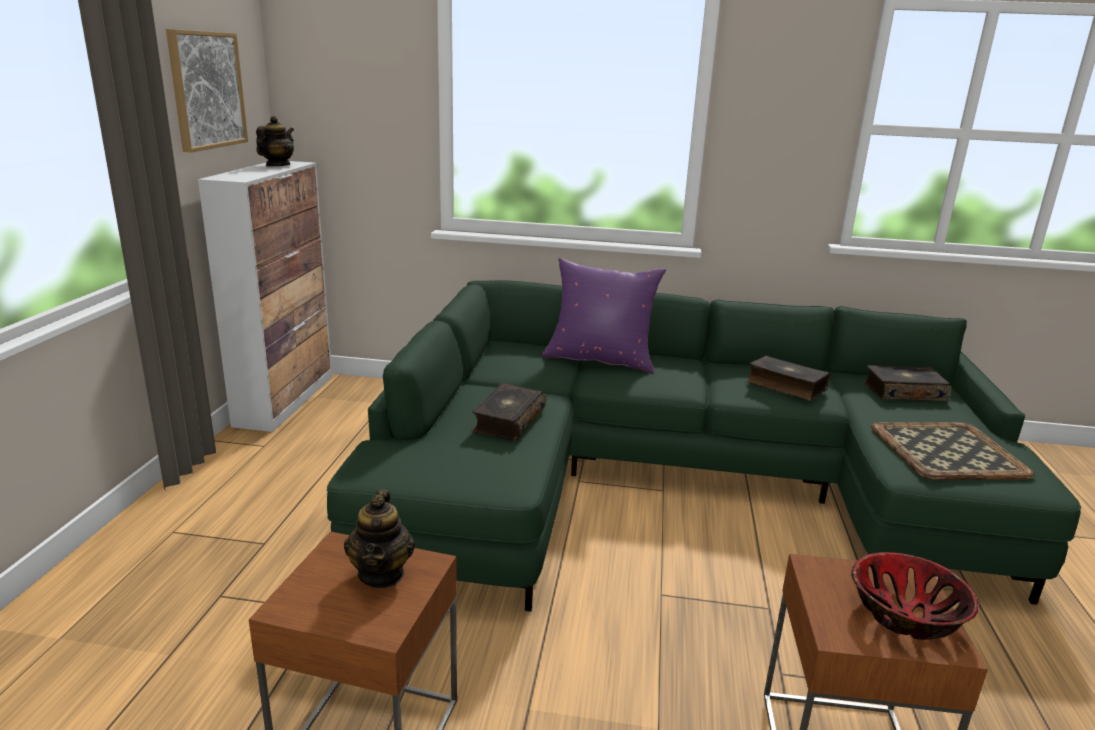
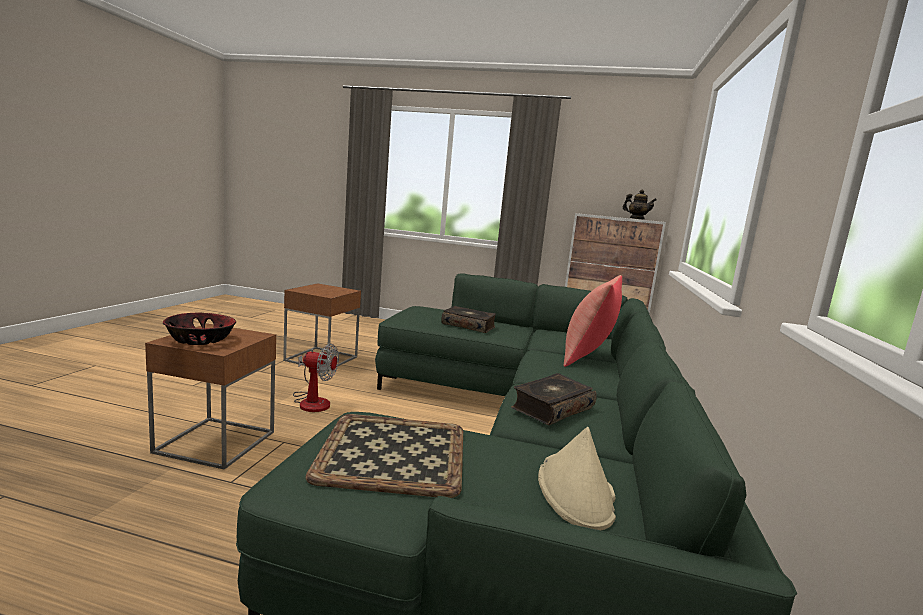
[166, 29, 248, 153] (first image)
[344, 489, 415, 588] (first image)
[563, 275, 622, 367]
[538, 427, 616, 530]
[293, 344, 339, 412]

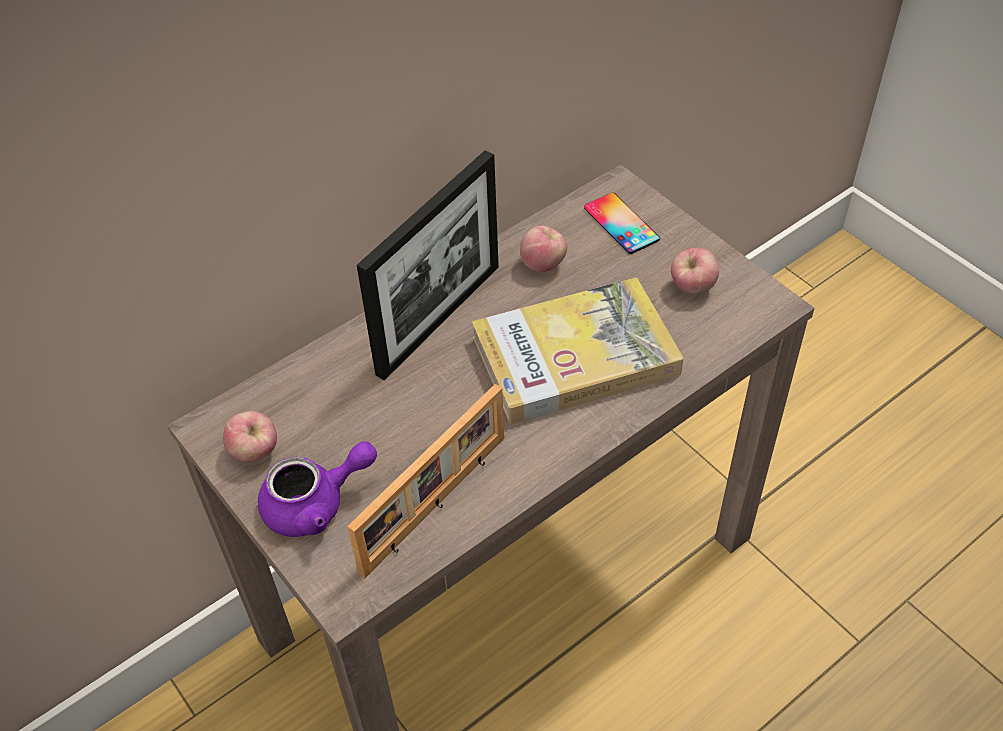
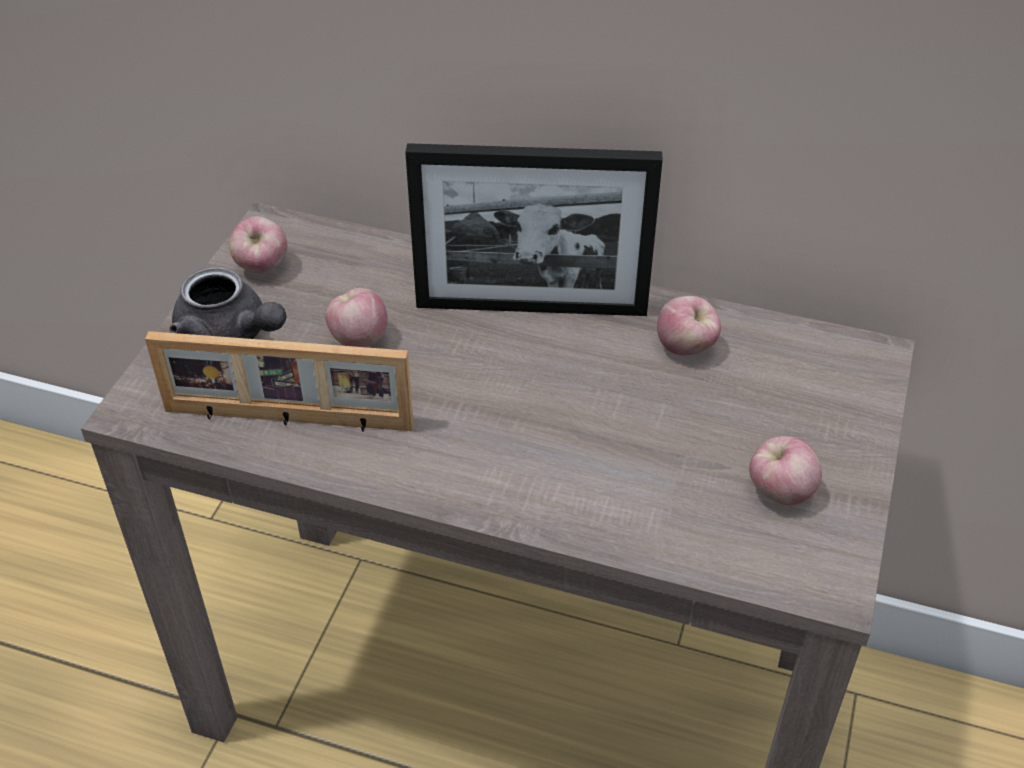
[170, 267, 286, 339]
[472, 277, 684, 424] (first image)
[584, 192, 660, 254] (first image)
[325, 288, 387, 347]

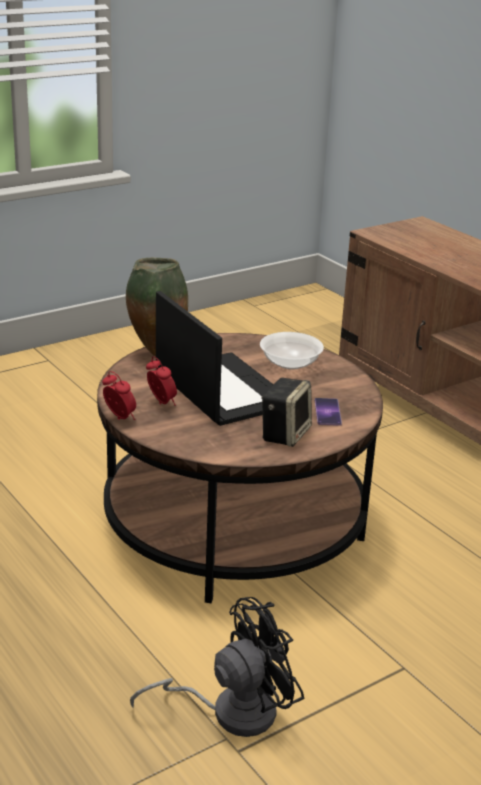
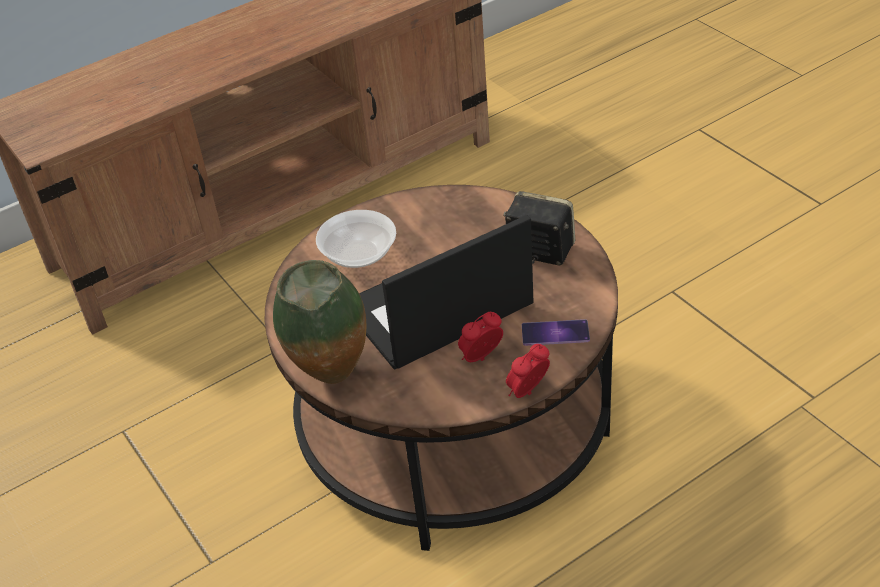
[130, 597, 304, 737] (first image)
[522, 319, 590, 346]

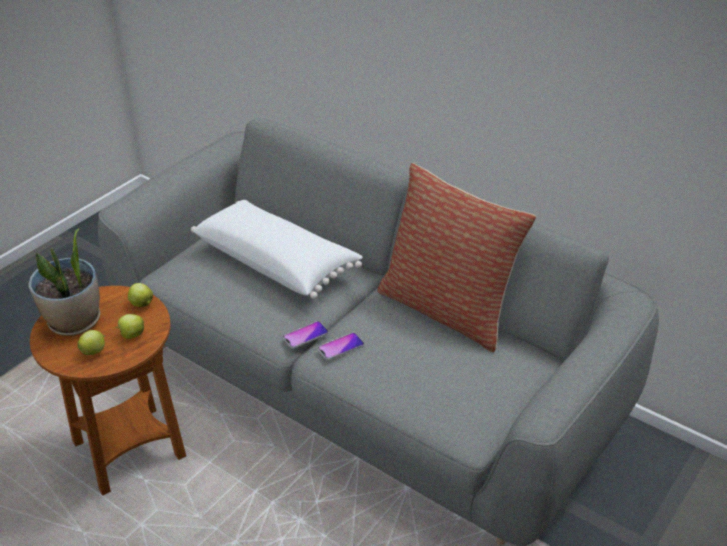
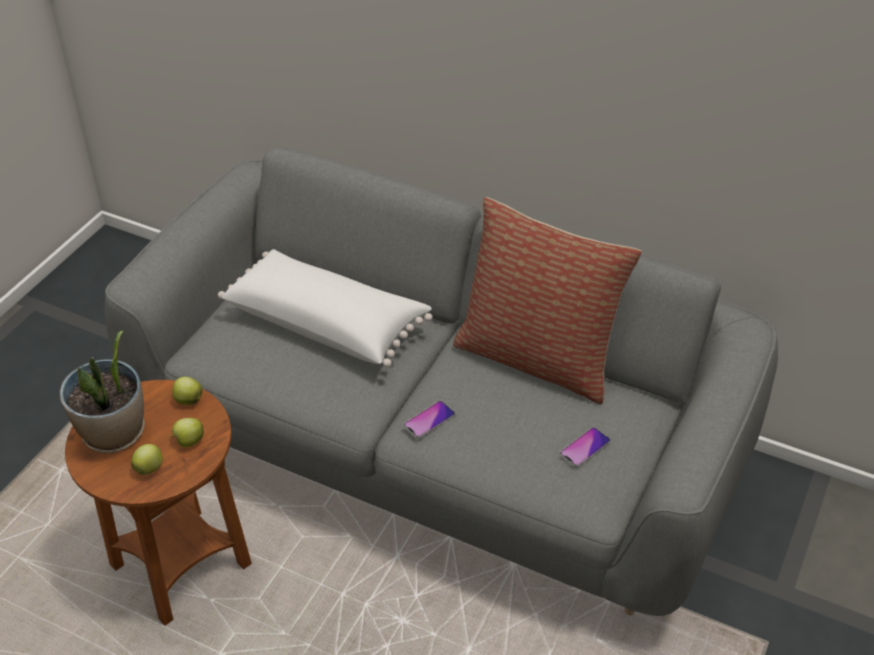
[560, 427, 611, 468]

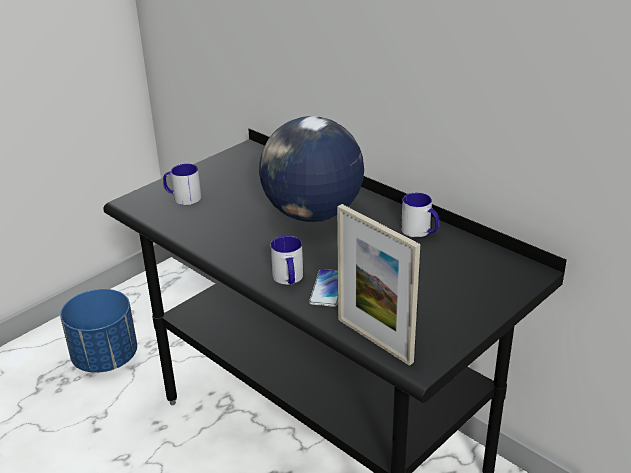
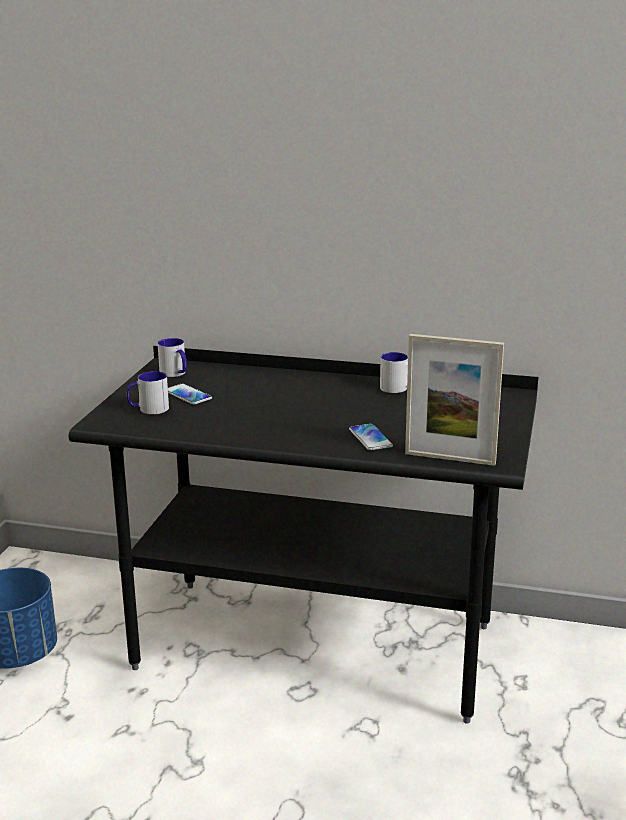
[259, 116, 364, 222] (first image)
[158, 338, 187, 377]
[168, 384, 212, 405]

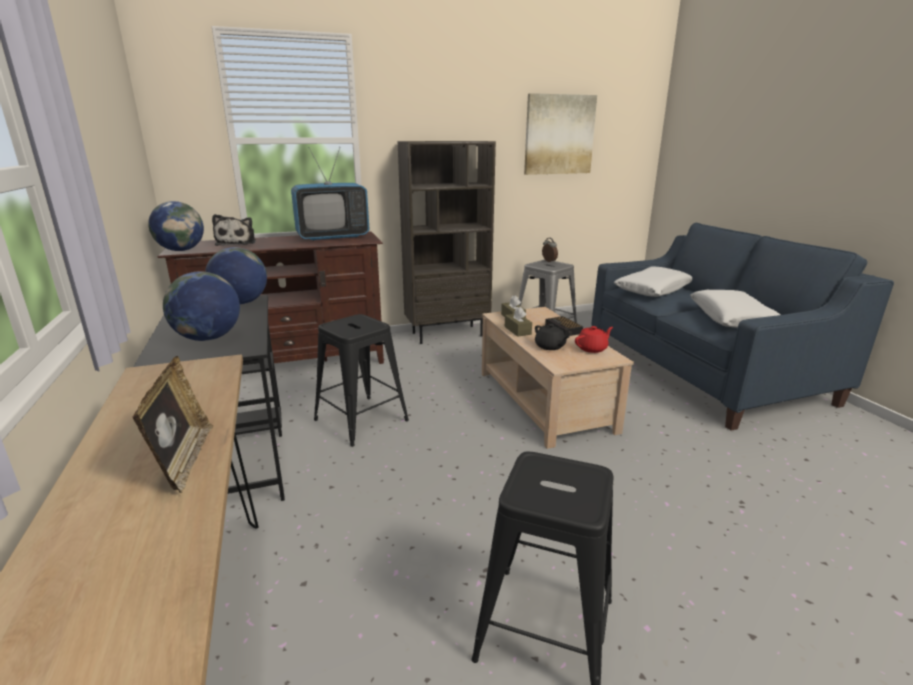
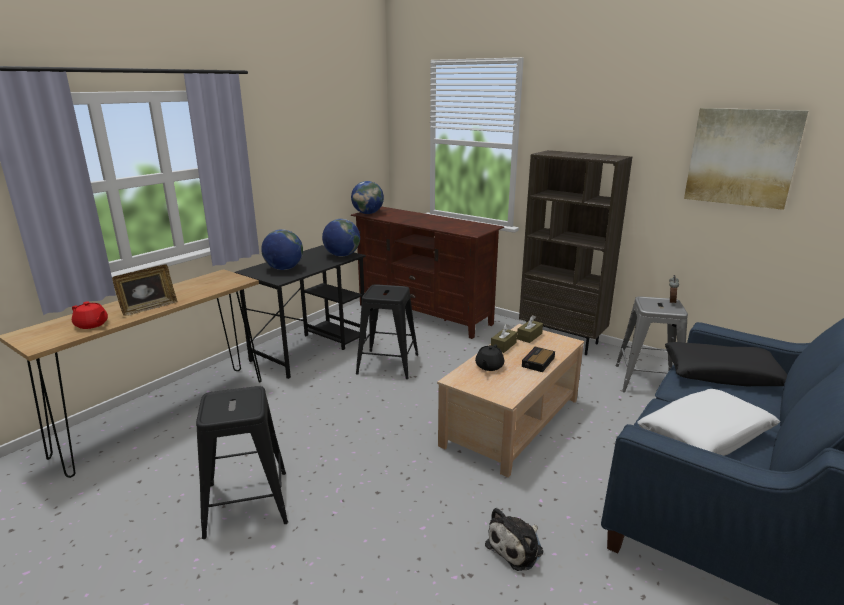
[485, 508, 543, 571]
[291, 147, 370, 241] (first image)
[72, 301, 108, 329]
[665, 342, 787, 386]

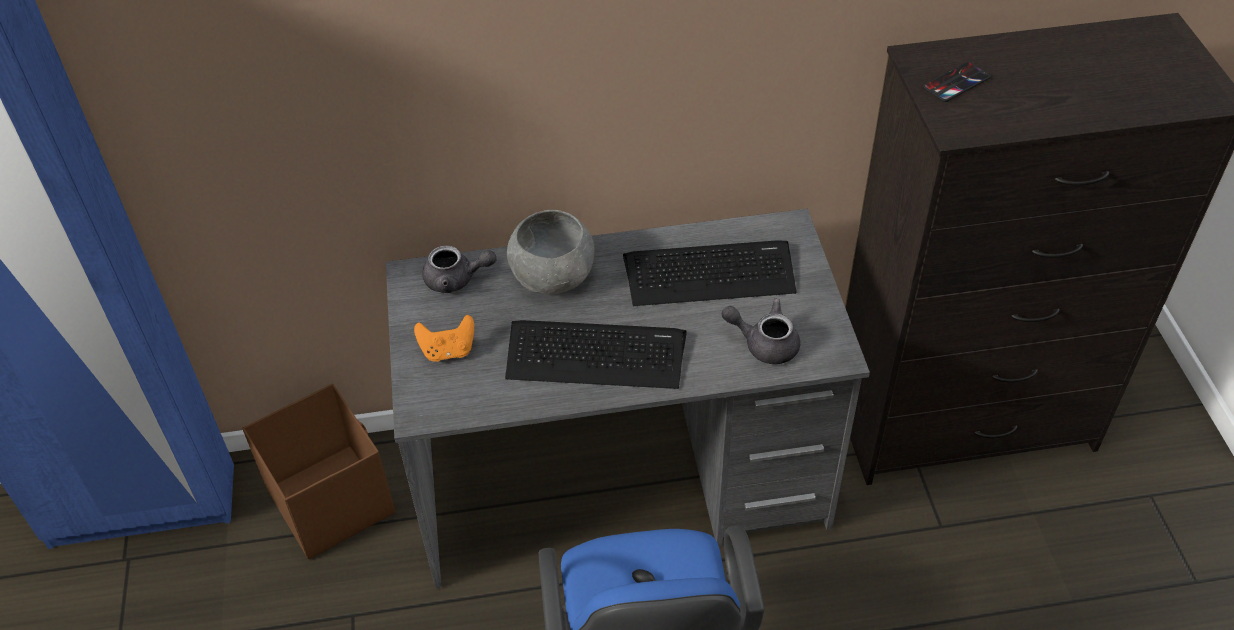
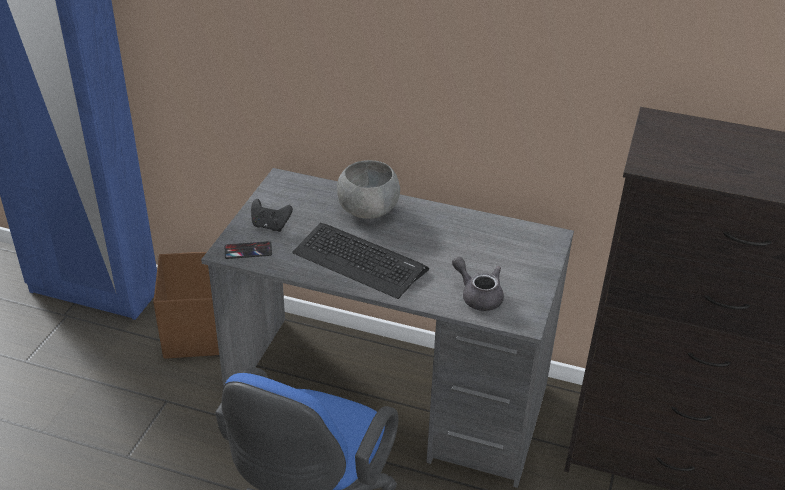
[251, 199, 293, 232]
[422, 245, 496, 293] (first image)
[623, 240, 797, 306] (first image)
[225, 241, 272, 259]

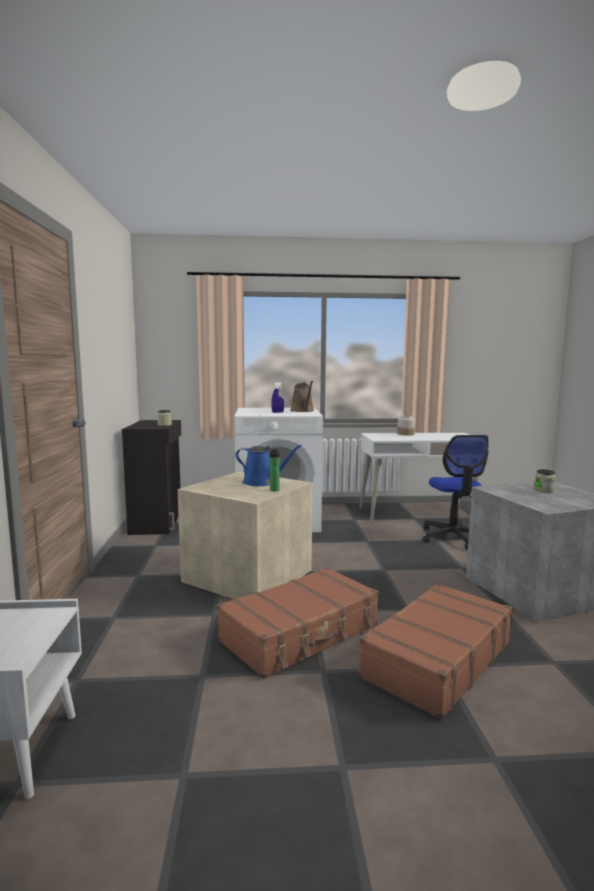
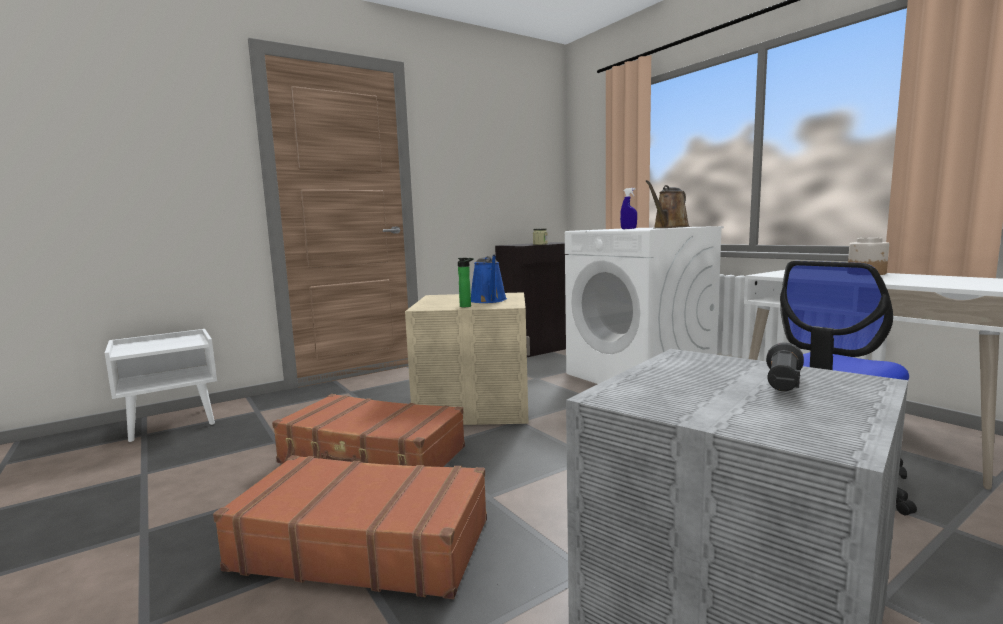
[766, 342, 804, 391]

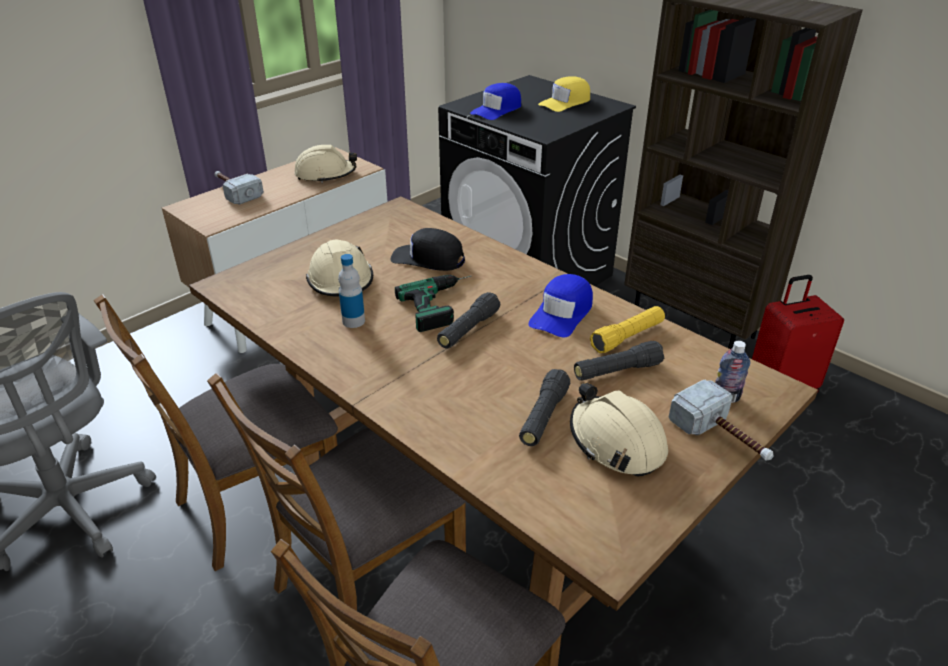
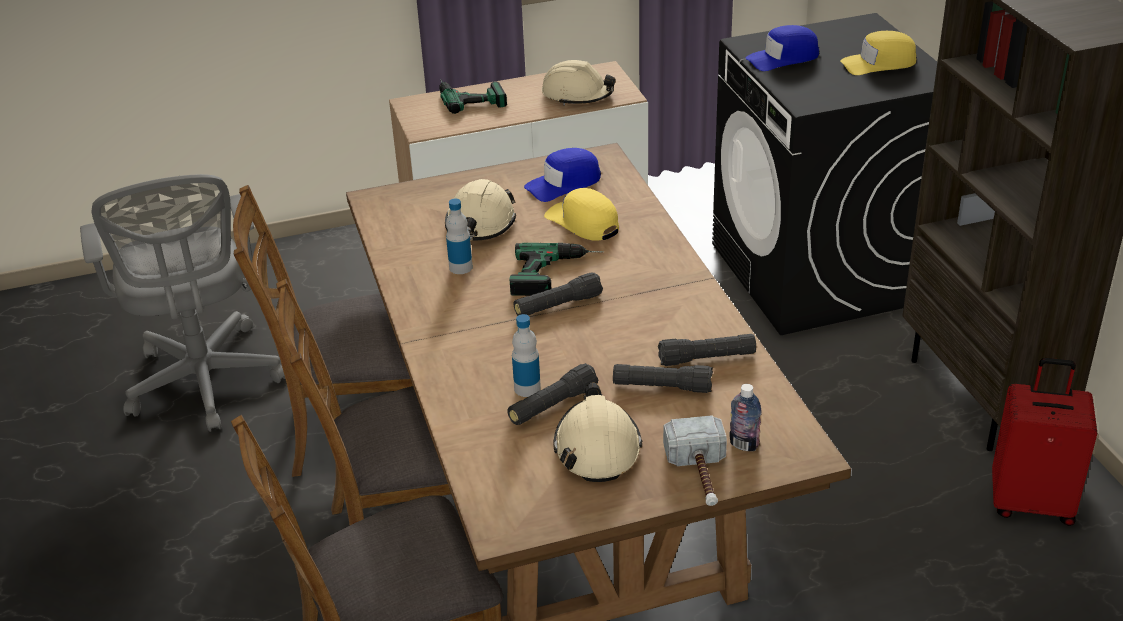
[439, 79, 507, 114]
[544, 188, 619, 241]
[524, 148, 601, 202]
[658, 334, 756, 366]
[512, 314, 541, 397]

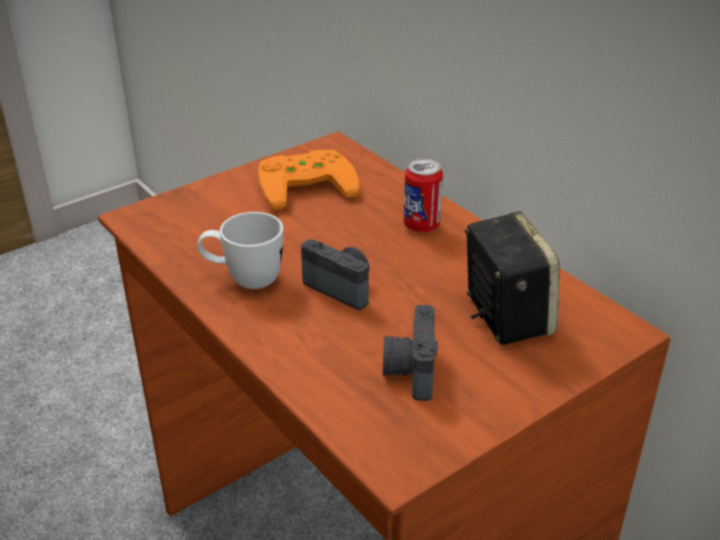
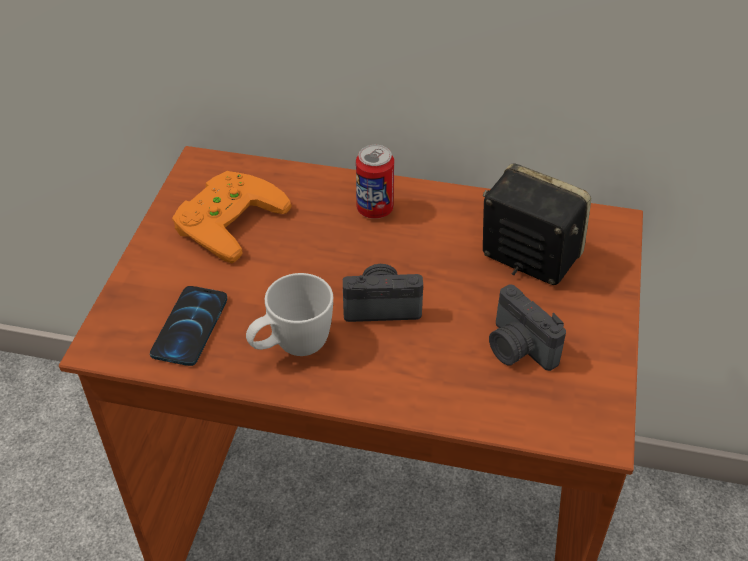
[150, 286, 227, 366]

